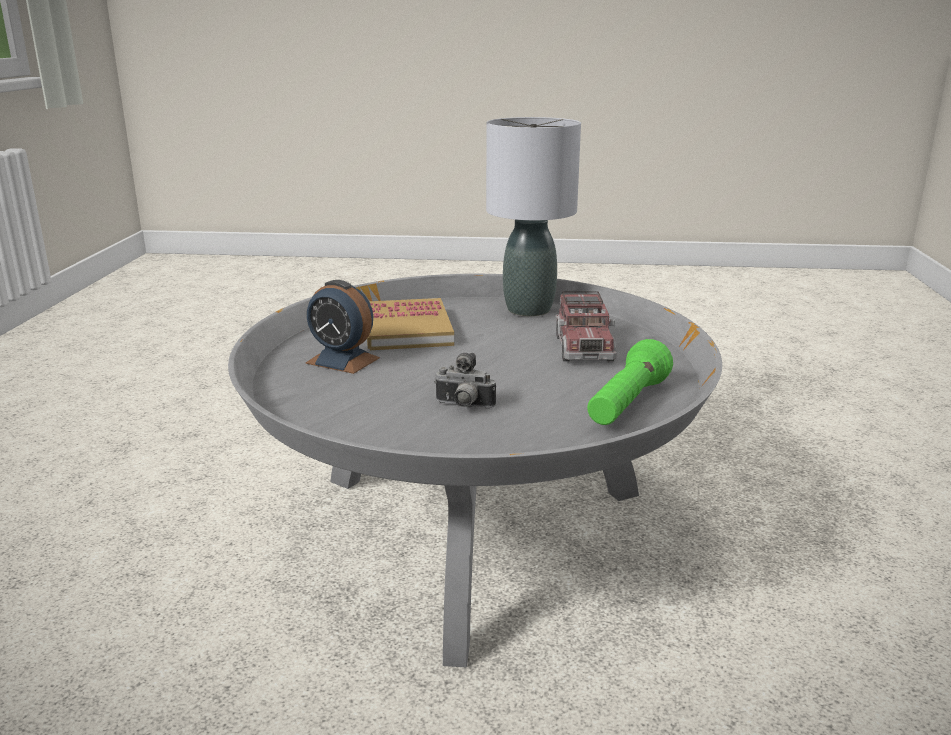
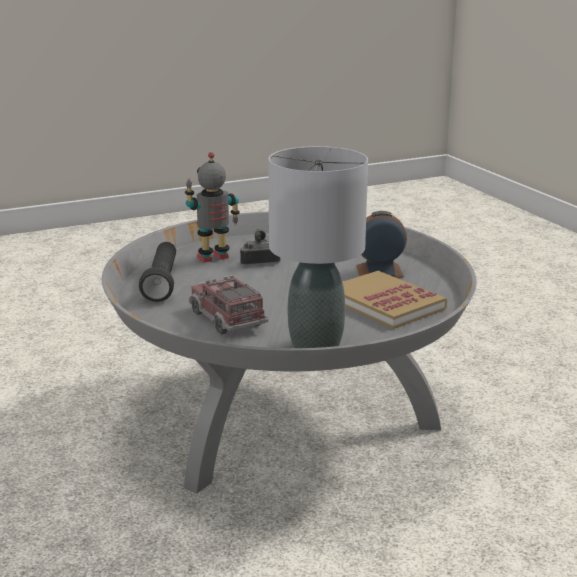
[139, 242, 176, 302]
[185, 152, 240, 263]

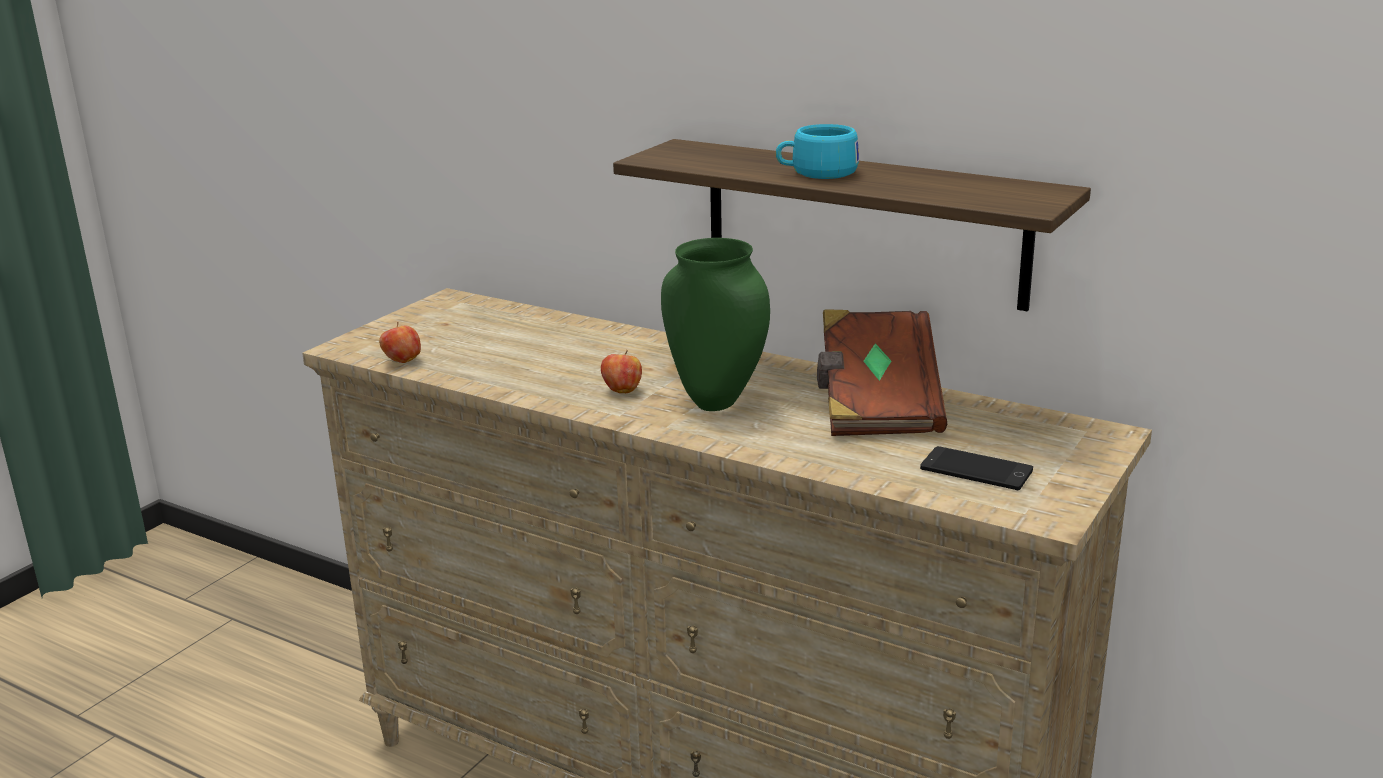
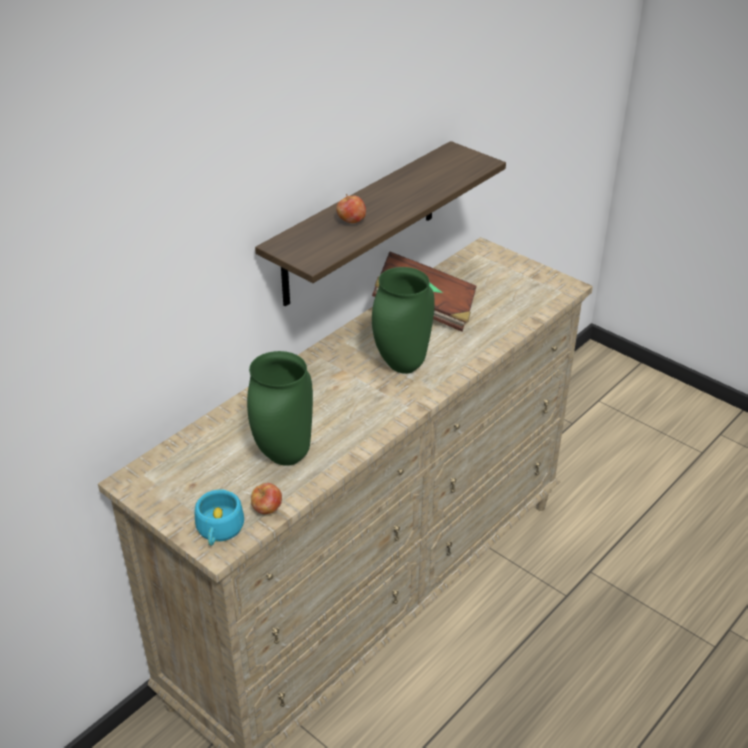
[336, 194, 366, 223]
[195, 490, 244, 546]
[920, 446, 1033, 490] (first image)
[247, 351, 313, 466]

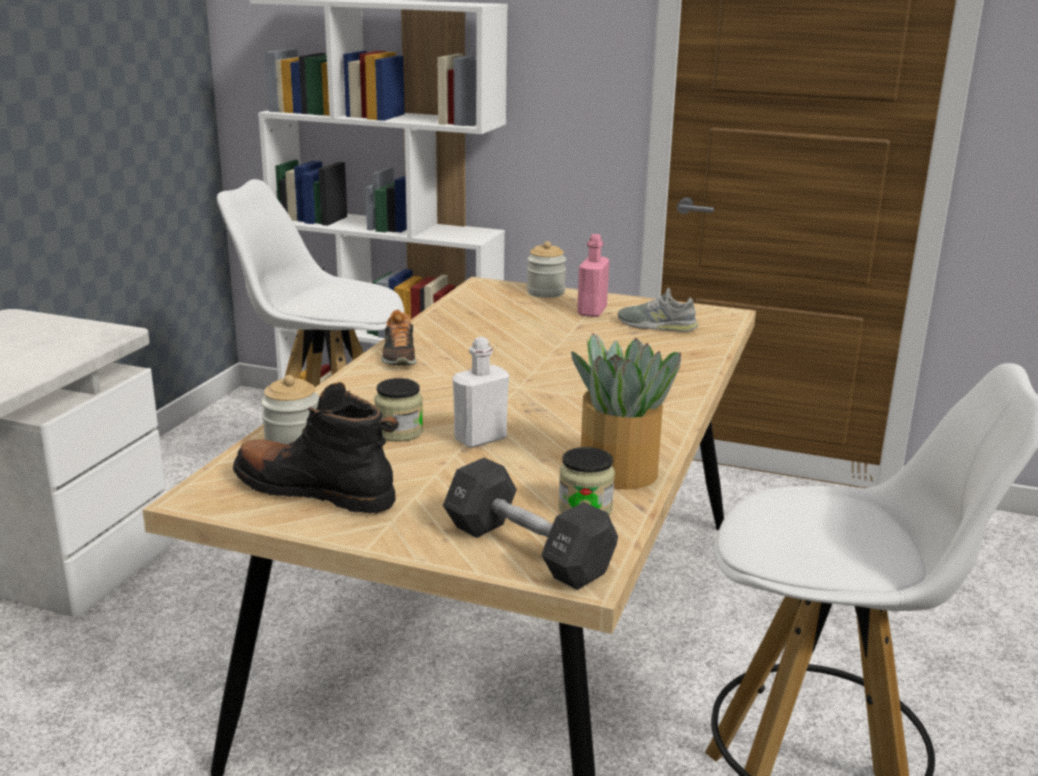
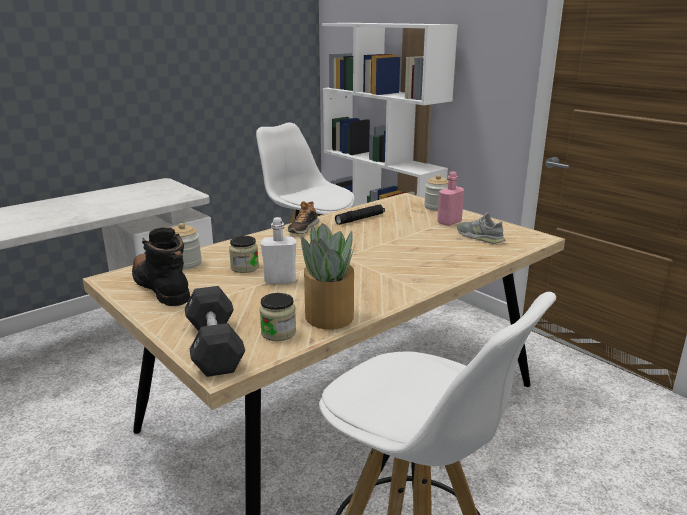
[335, 205, 385, 225]

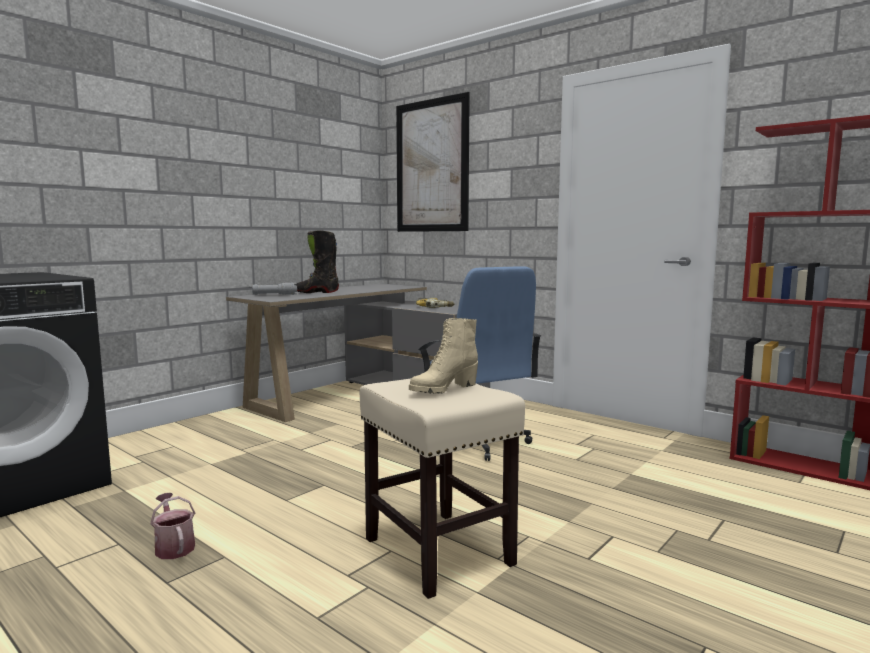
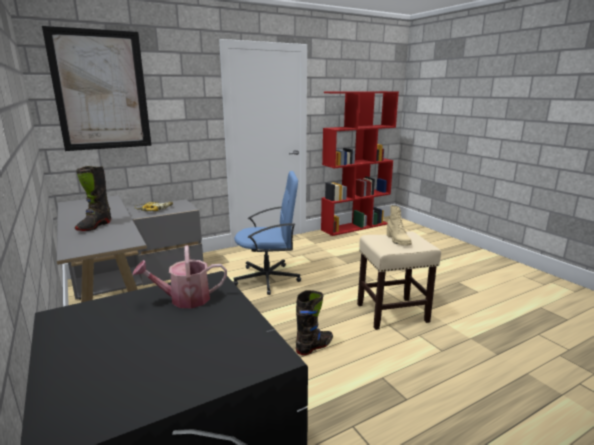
[132, 245, 227, 308]
[252, 282, 297, 295] (first image)
[296, 290, 333, 355]

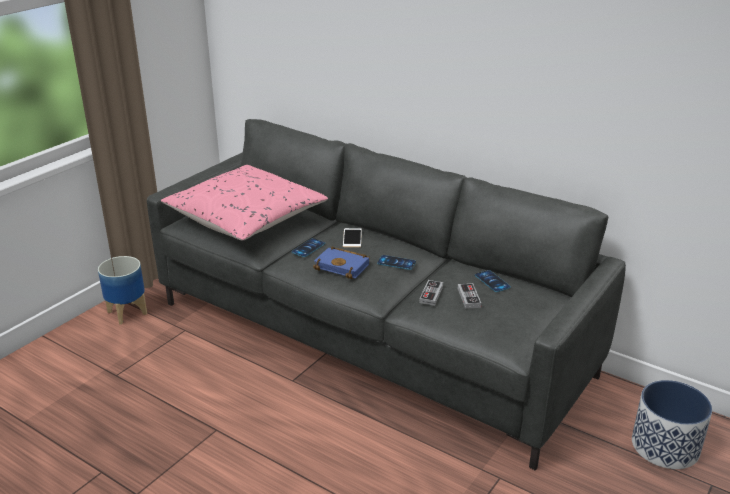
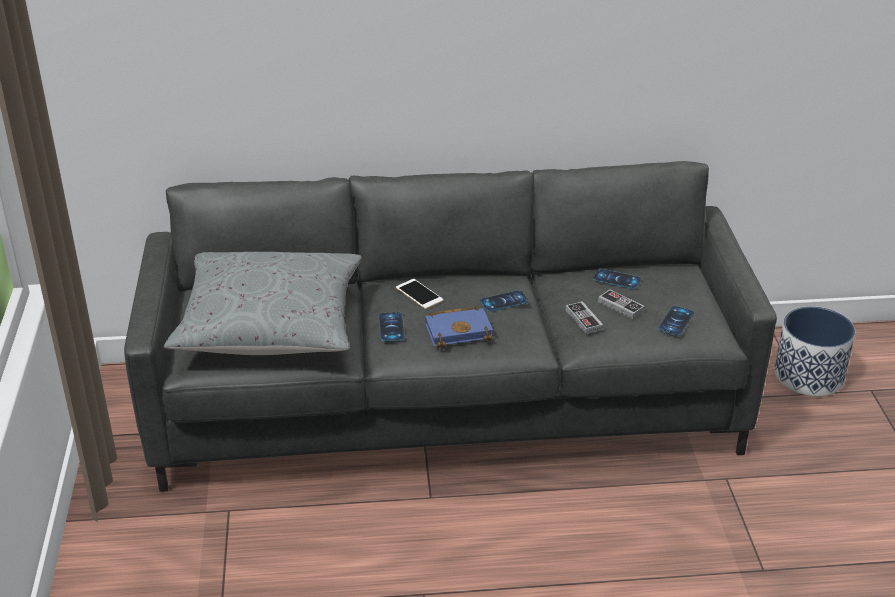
[98, 256, 147, 325] (first image)
[164, 252, 362, 355]
[658, 306, 694, 336]

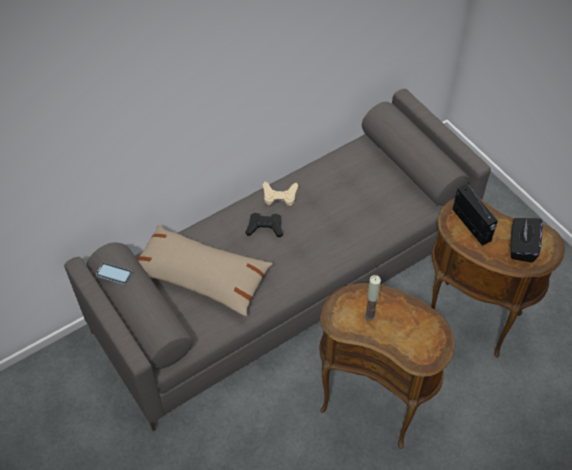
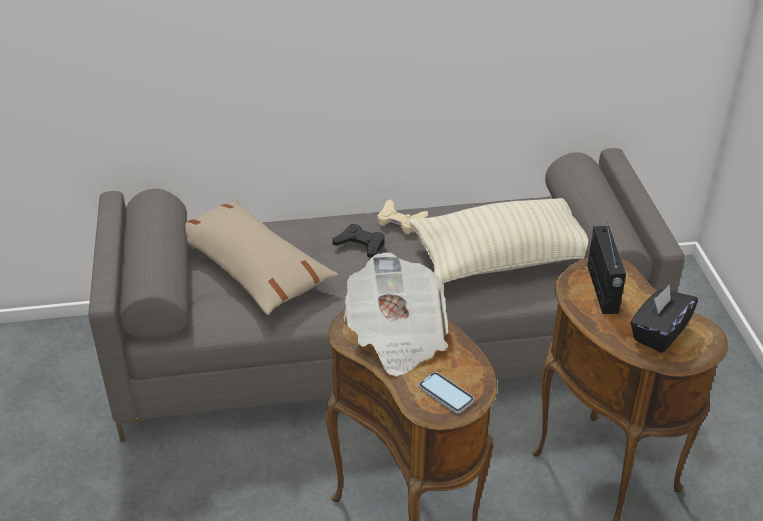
[419, 372, 474, 413]
[344, 252, 448, 376]
[409, 198, 588, 283]

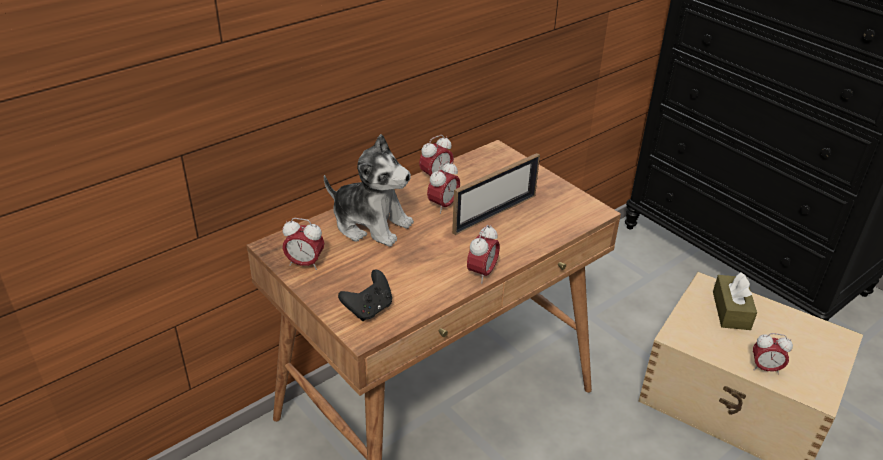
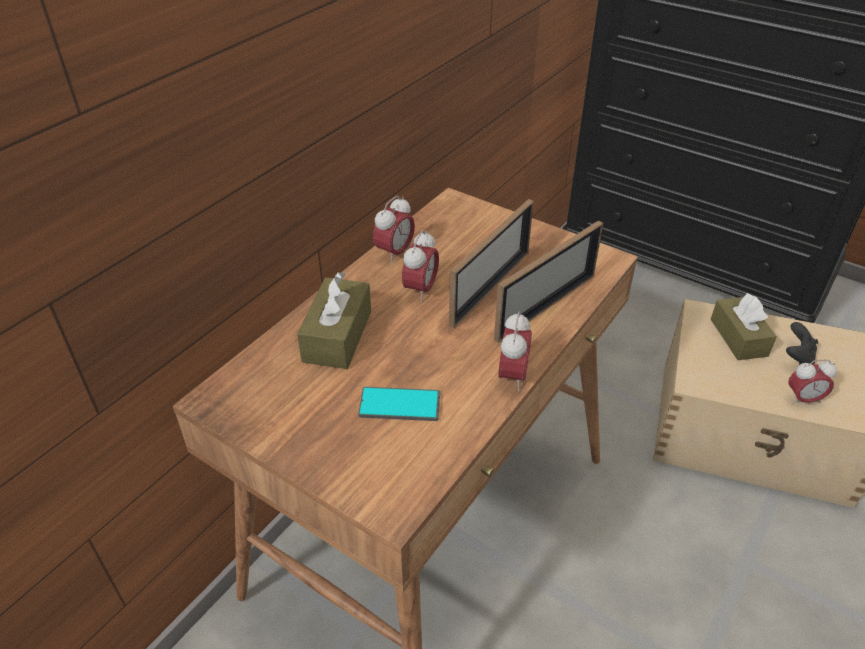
[282, 218, 324, 270] (first image)
[297, 272, 371, 369]
[786, 322, 818, 365]
[358, 387, 440, 421]
[494, 220, 603, 343]

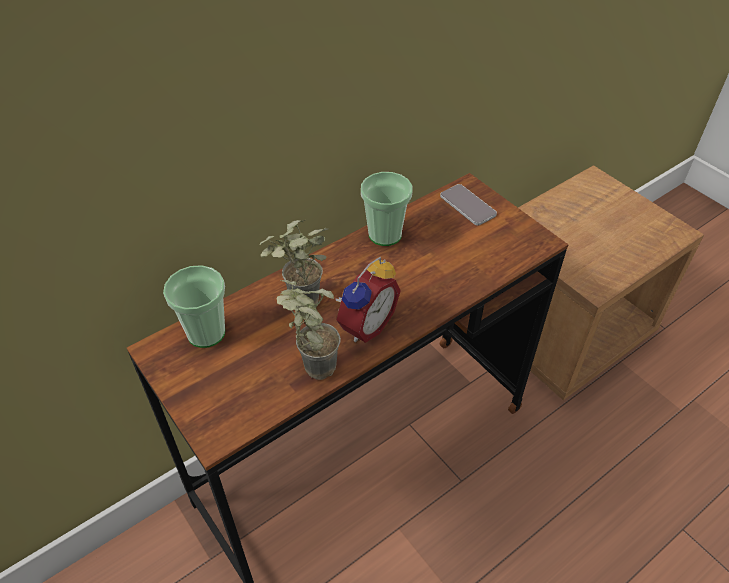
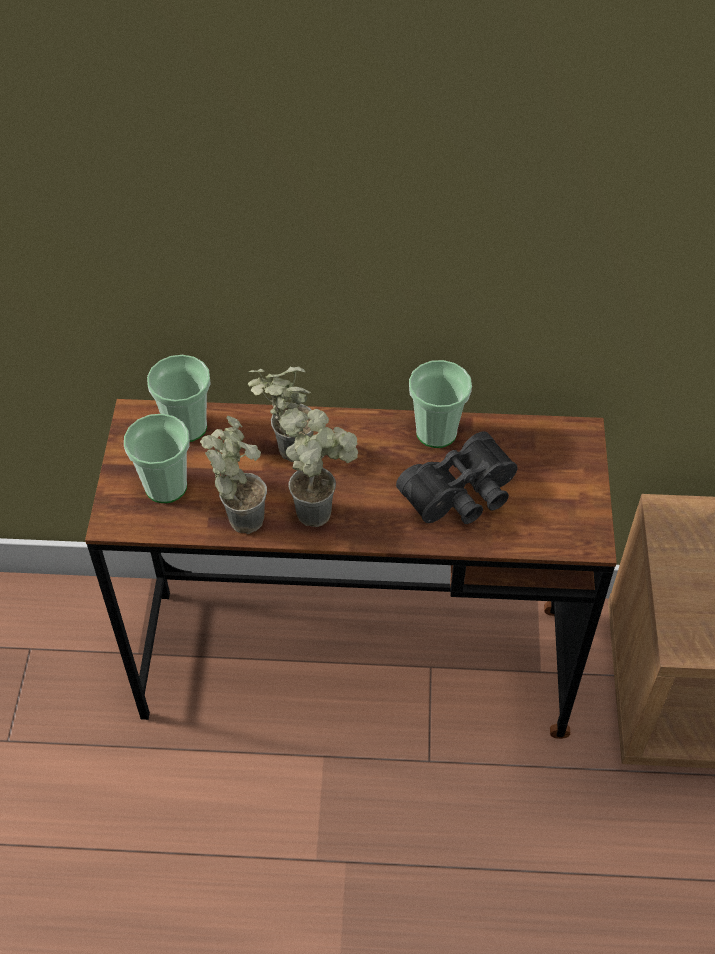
[280, 408, 358, 527]
[440, 184, 497, 226] (first image)
[124, 414, 190, 503]
[396, 431, 518, 524]

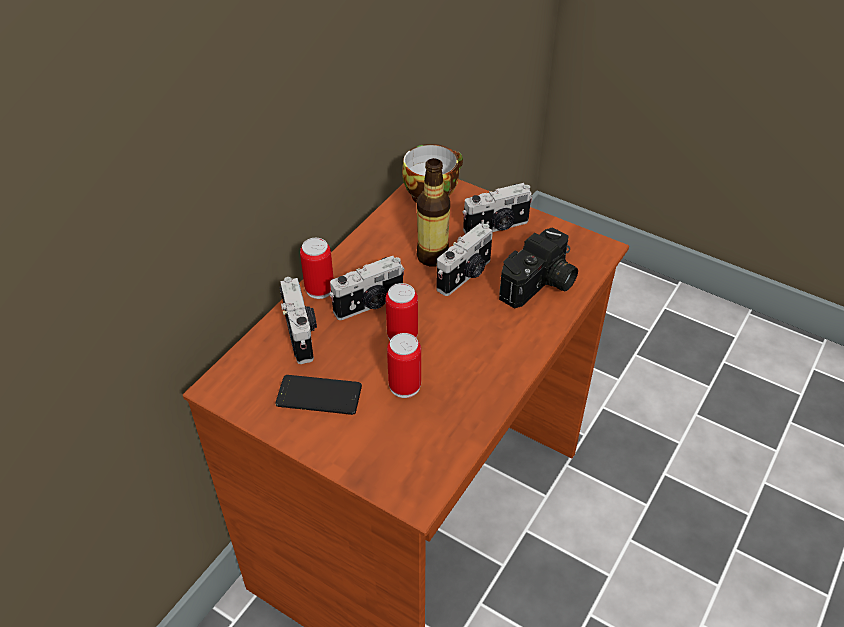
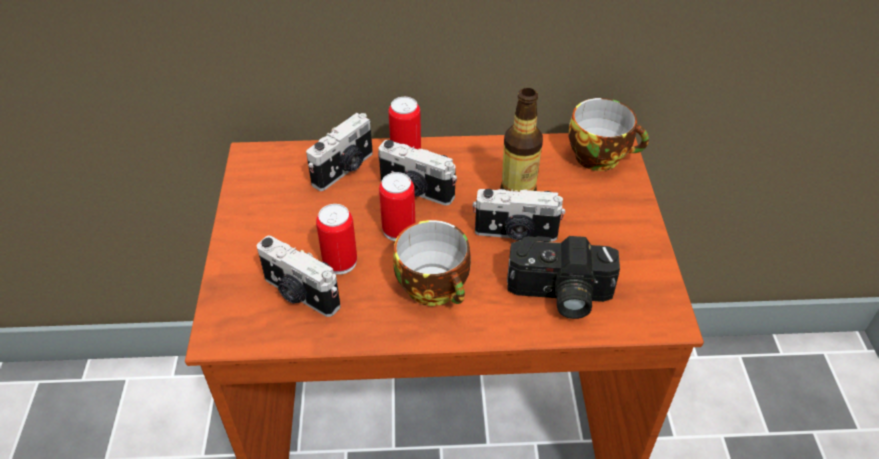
[275, 375, 362, 415] (first image)
[257, 236, 341, 317]
[393, 220, 471, 306]

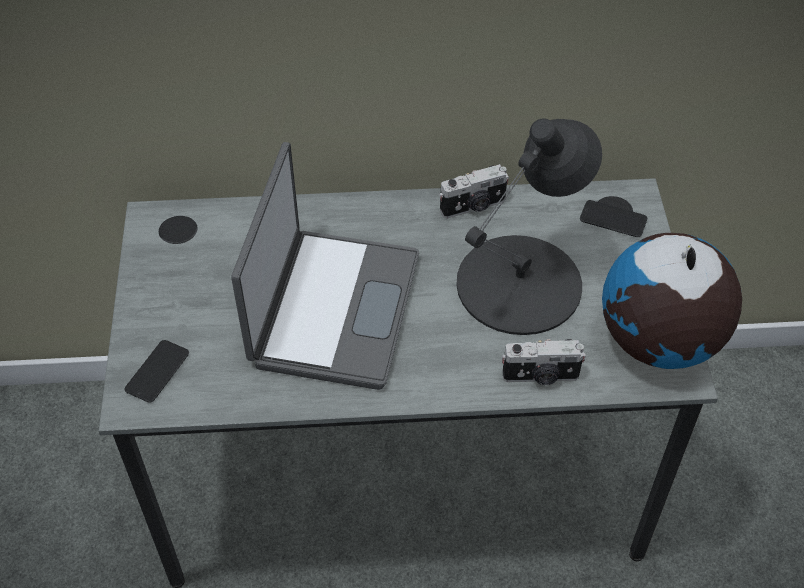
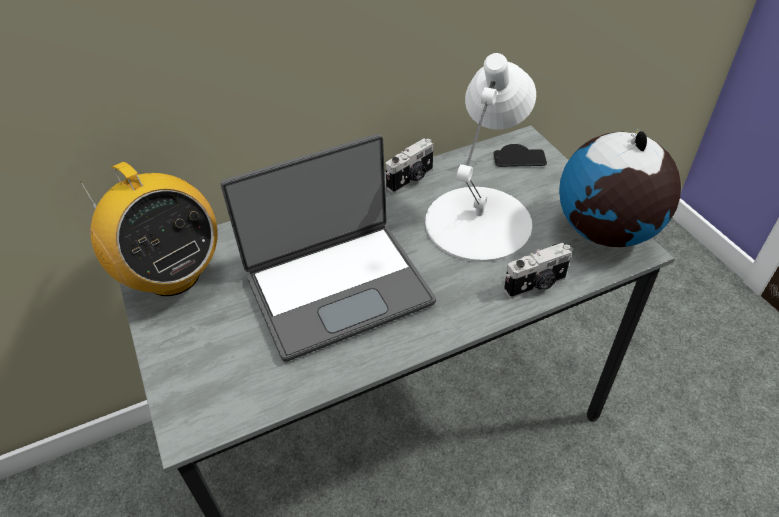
[125, 340, 189, 403] (first image)
[220, 134, 436, 362]
[425, 53, 536, 262]
[79, 162, 218, 296]

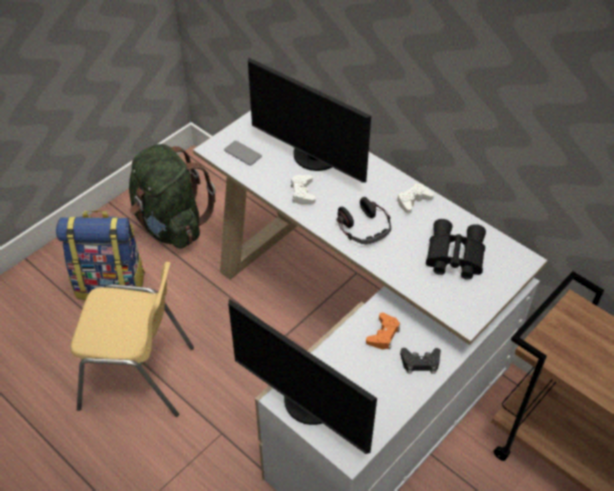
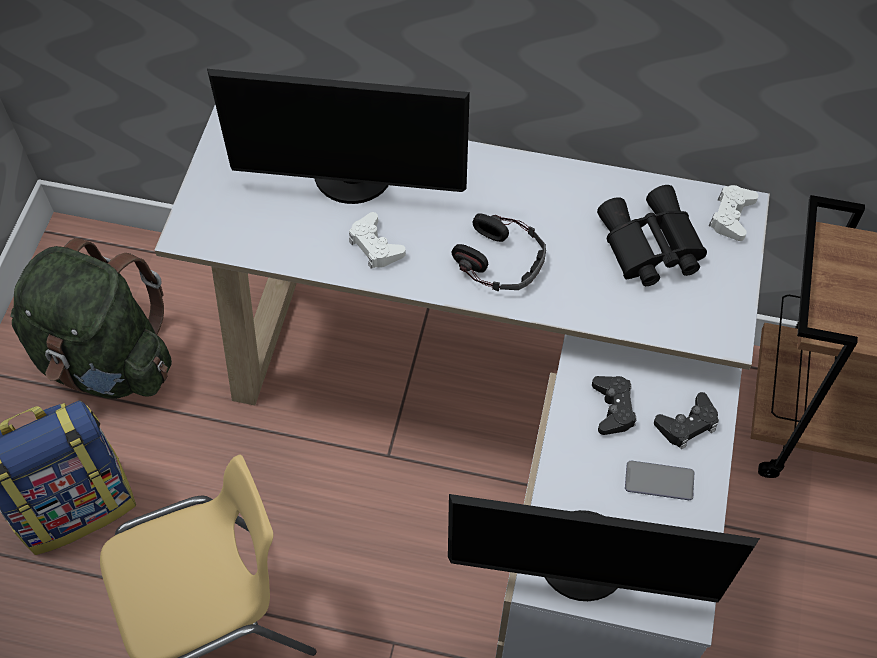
[625, 460, 694, 500]
[592, 376, 637, 435]
[709, 185, 759, 241]

